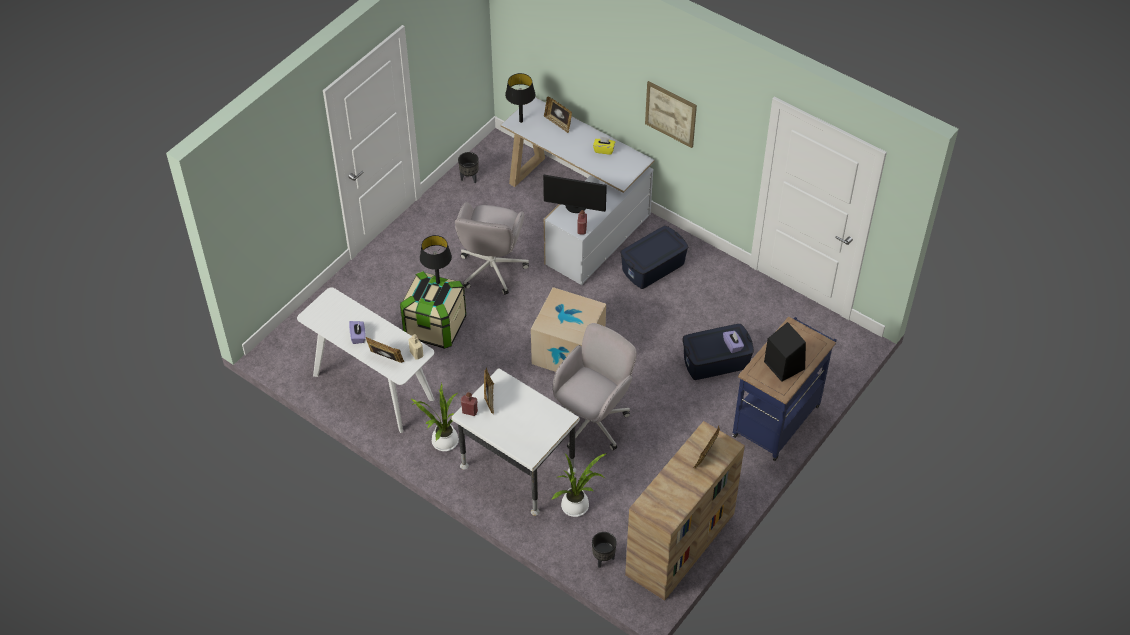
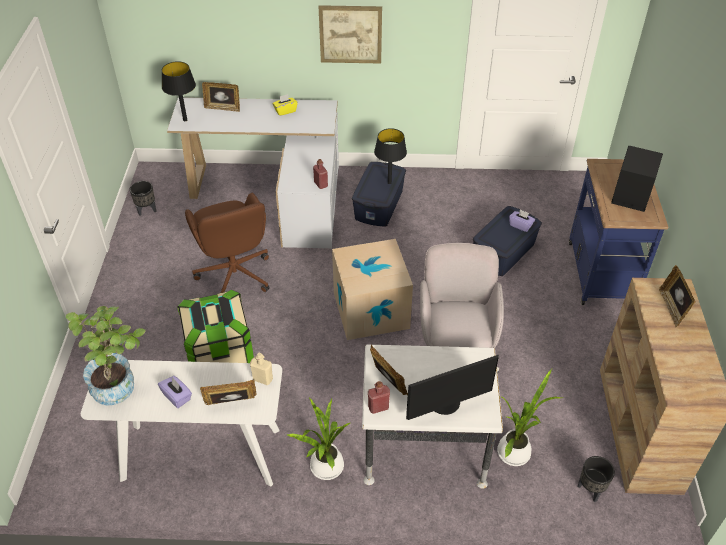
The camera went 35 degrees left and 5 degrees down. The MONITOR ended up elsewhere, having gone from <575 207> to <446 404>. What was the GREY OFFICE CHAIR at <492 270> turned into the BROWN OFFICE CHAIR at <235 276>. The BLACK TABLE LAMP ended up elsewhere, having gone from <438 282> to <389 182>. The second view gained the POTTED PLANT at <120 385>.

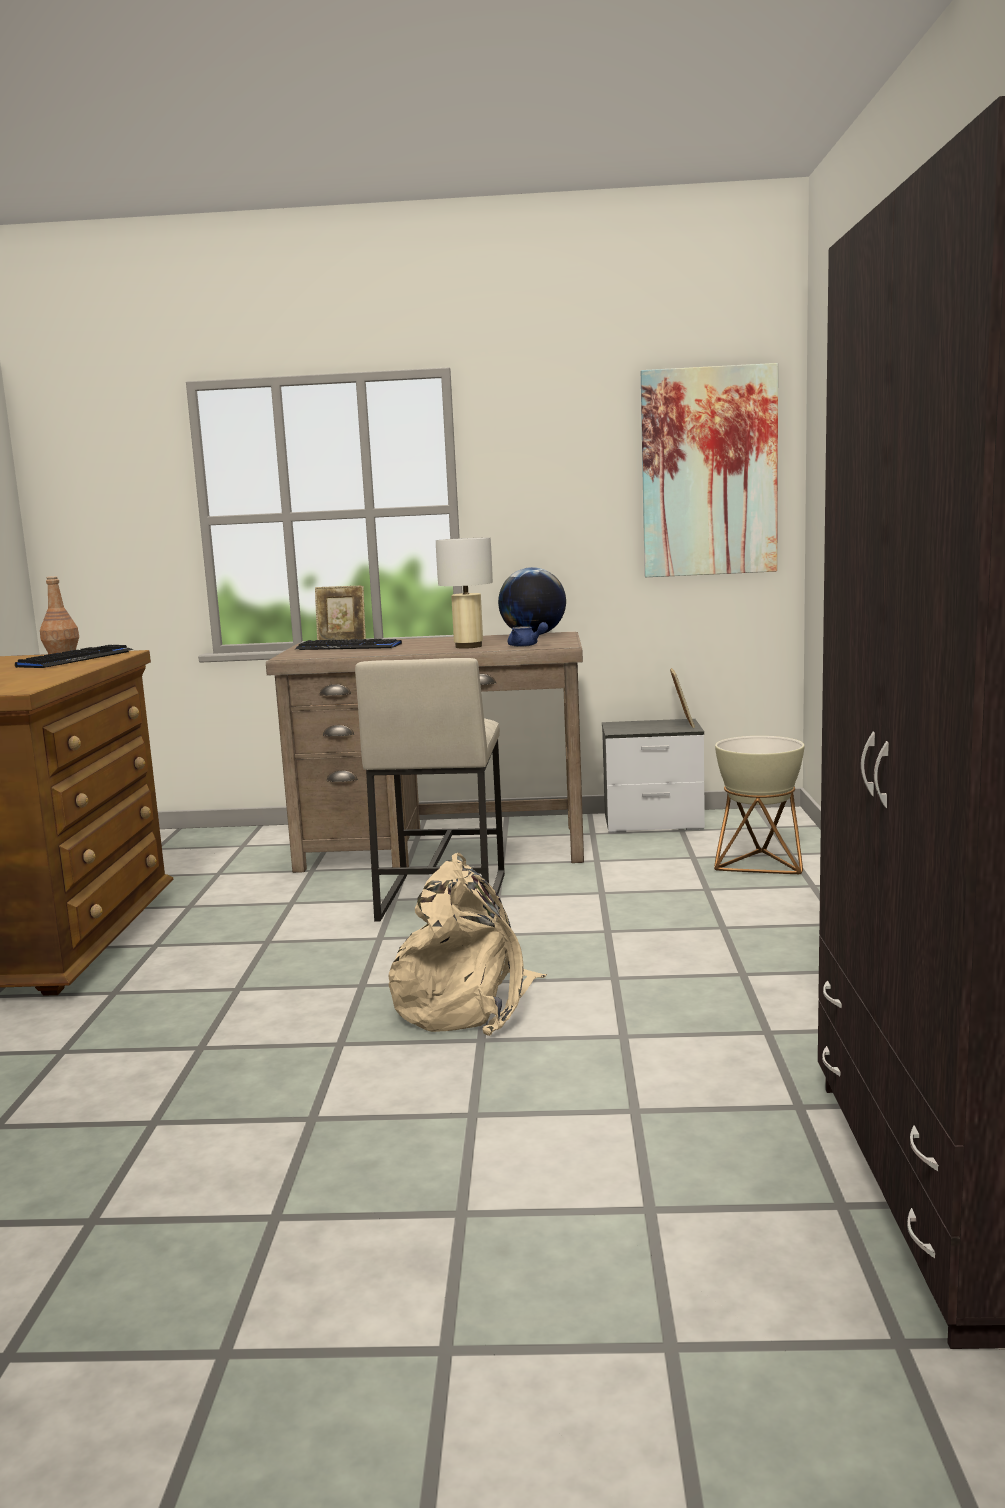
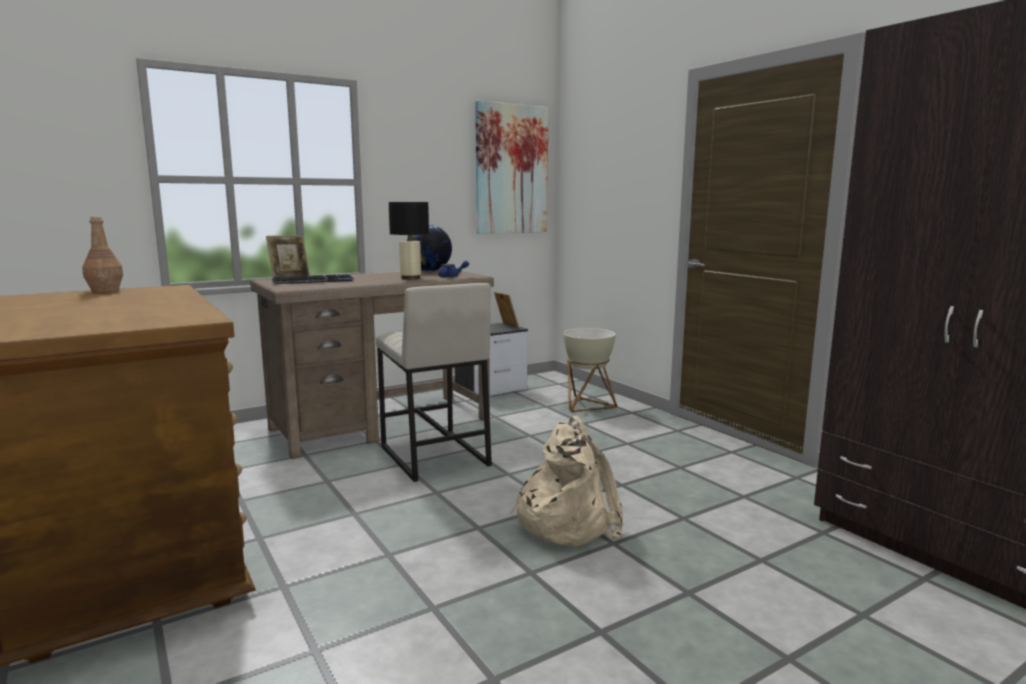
The camera went 35 degrees left and 0 degrees up. What was the WHITE TABLE LAMP at <468 646> turned into the BLACK TABLE LAMP at <410 278>. The second view lost the KEYBOARD at <76 659>.

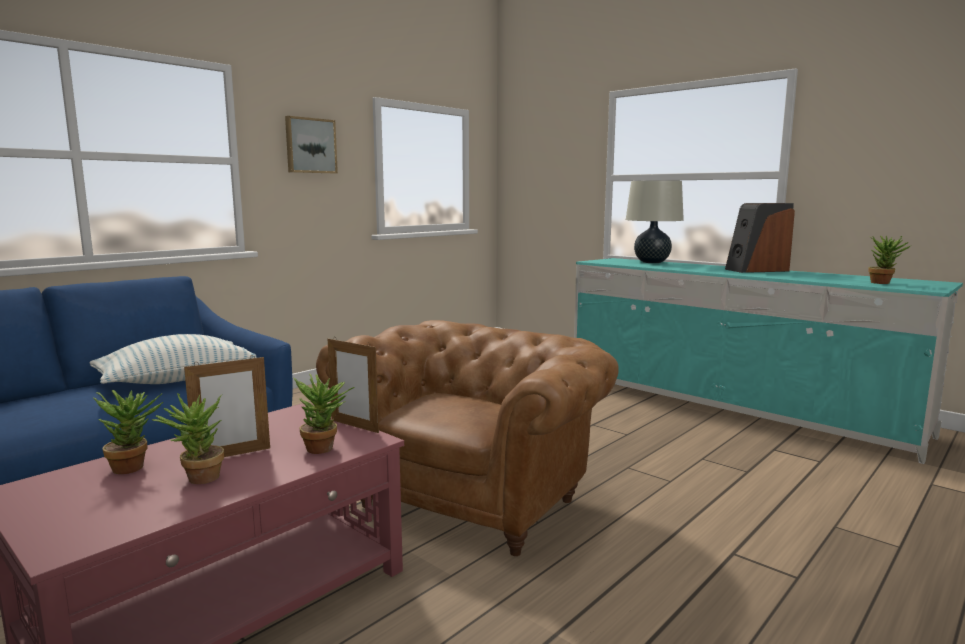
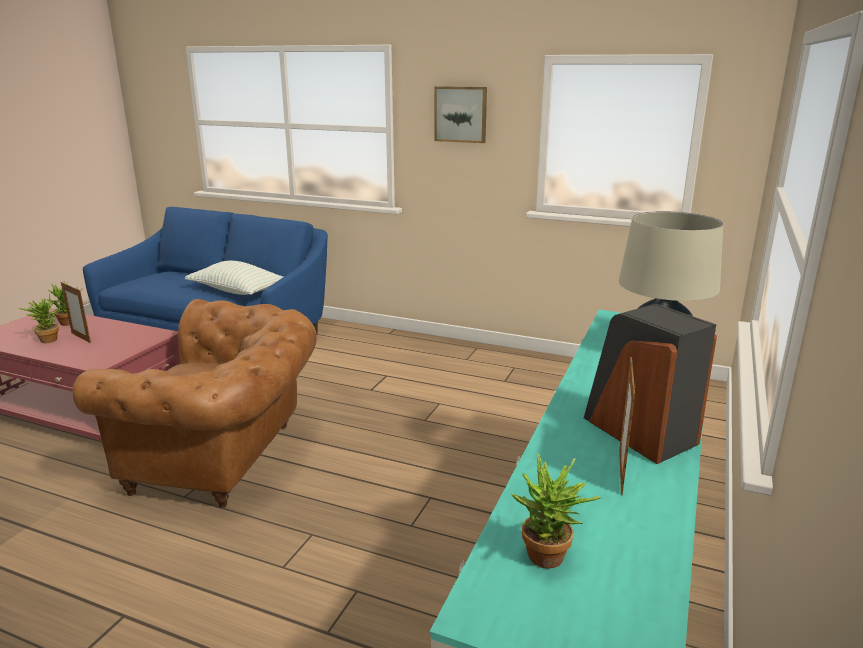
The camera went 70 degrees right and 10 degrees up. The PICTURE FRAME ended up elsewhere, having gone from <354 426> to <620 471>. The second view lost the POTTED PLANT at <325 449>.

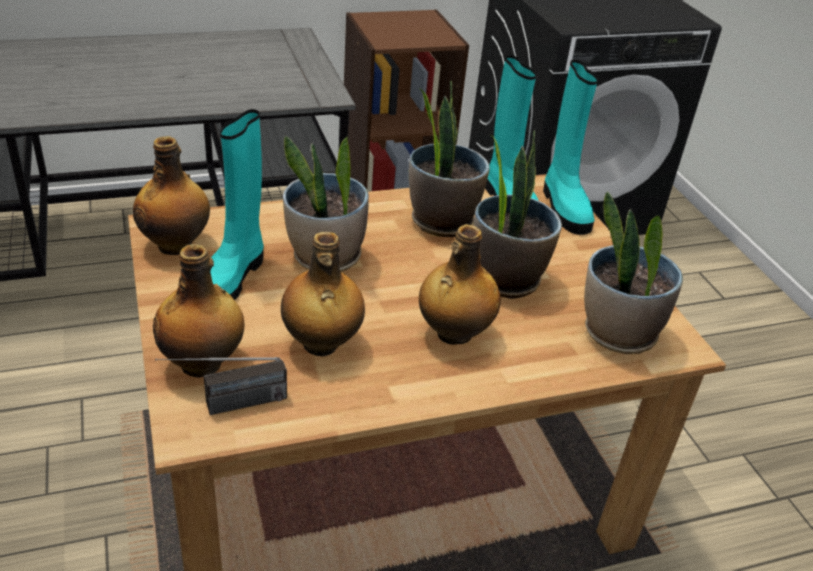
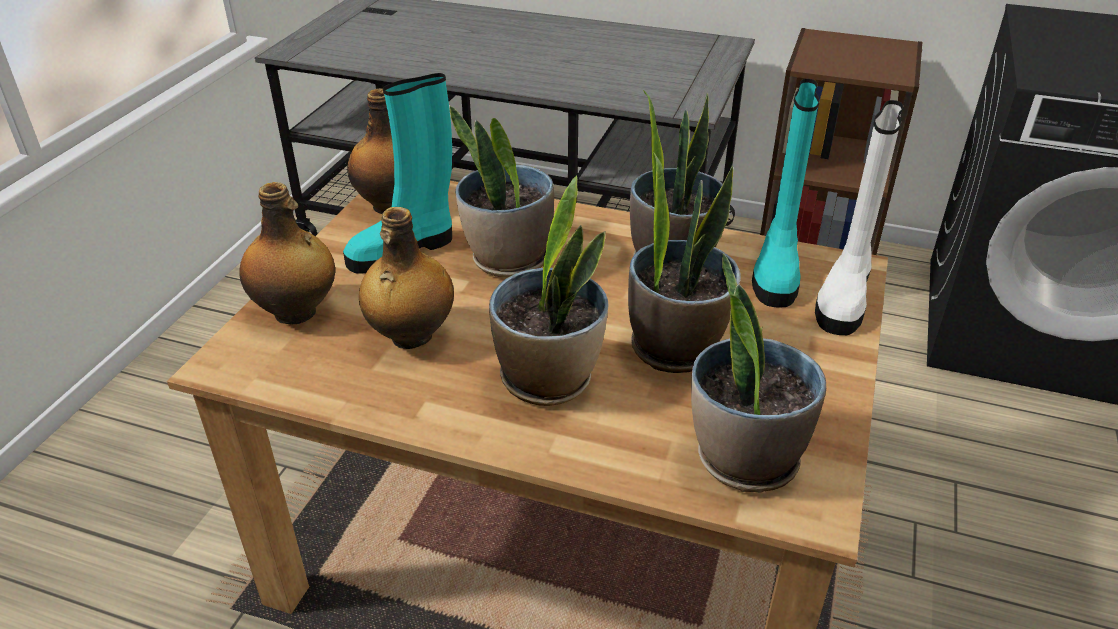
The camera went 40 degrees right and 0 degrees up. What was the TURQUOISE BOOT at <563 207> turned into the WHITE BOOT at <844 296>. Where the BOTTLE stood at <453 334>, the POTTED PLANT came to stand at <549 379>. The second view lost the RADIO at <226 406>.

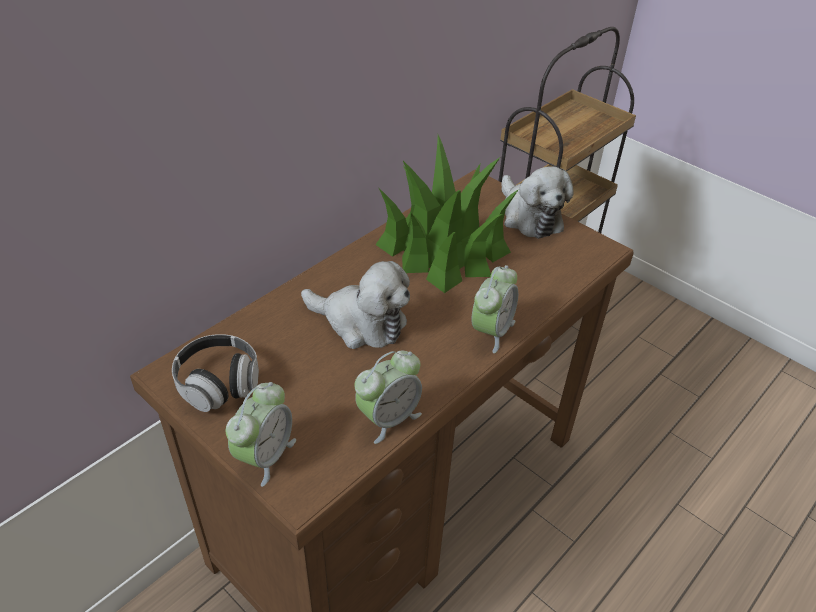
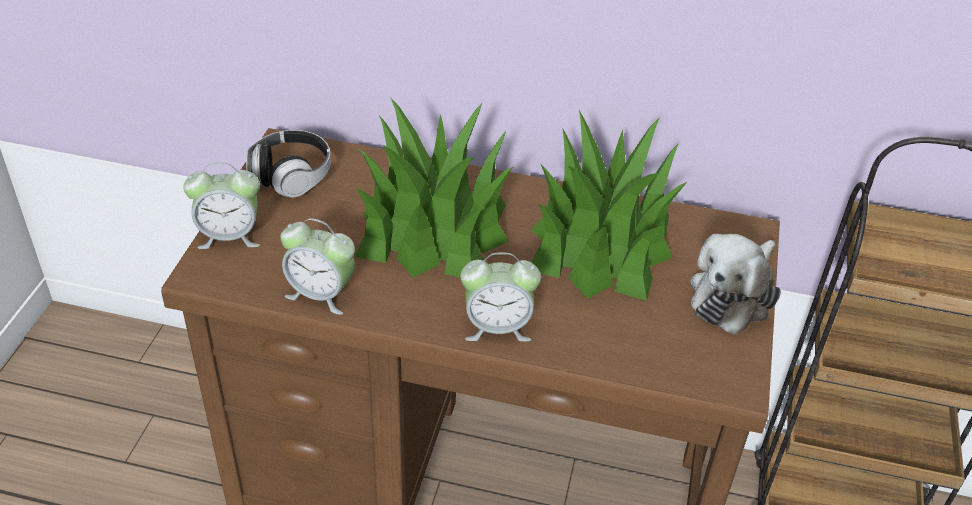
The camera went 60 degrees right and 0 degrees up. Where the PLUSH TOY stood at <361 322>, the POTTED PLANT came to stand at <432 229>.

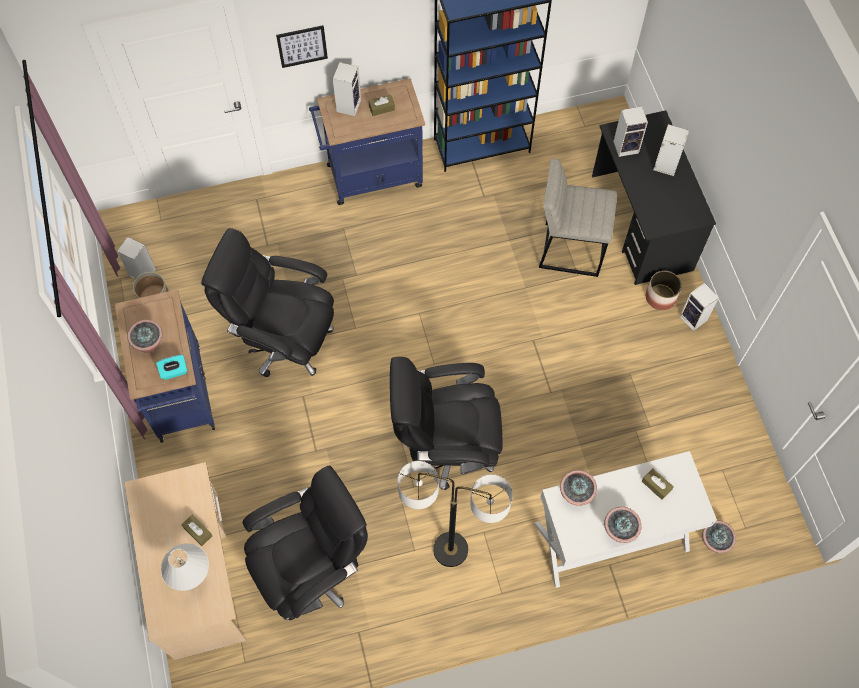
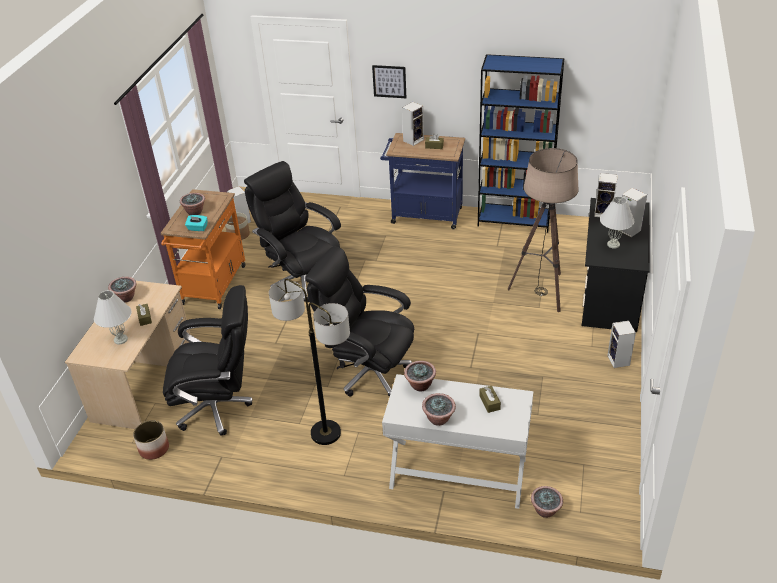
The camera went 30 degrees right and 25 degrees down. Where the GREY CHAIR stood at <569 249>, the FLOOR LAMP came to stand at <542 291>. The PLANTER ended up elsewhere, having gone from <660 297> to <154 449>. What was the BLUE CART at <181 396> turned into the ORANGE CART at <213 286>. The second view gained the WHITE TABLE LAMP at <613 244>. The second view gained the POTTED PLANT at <126 297>.

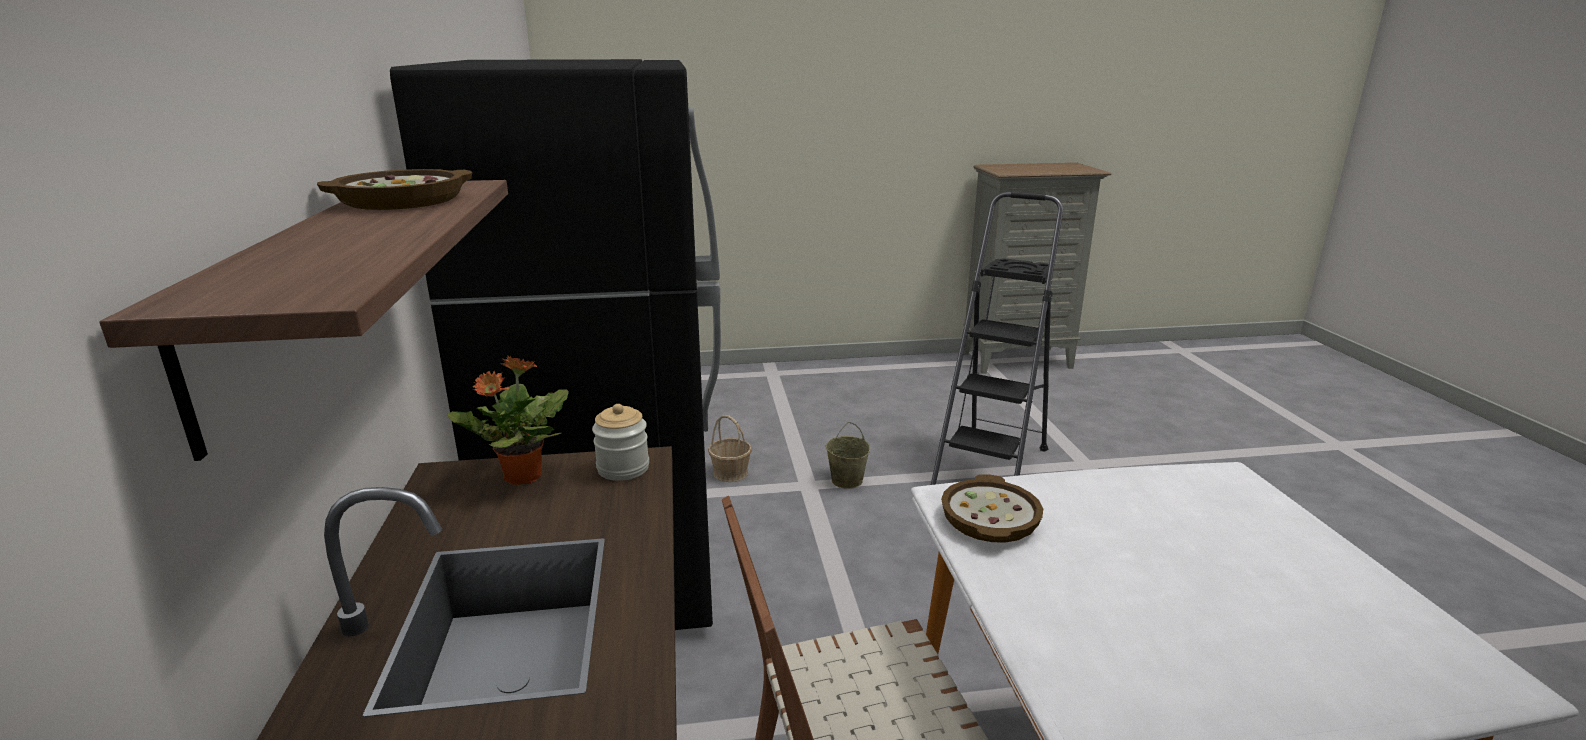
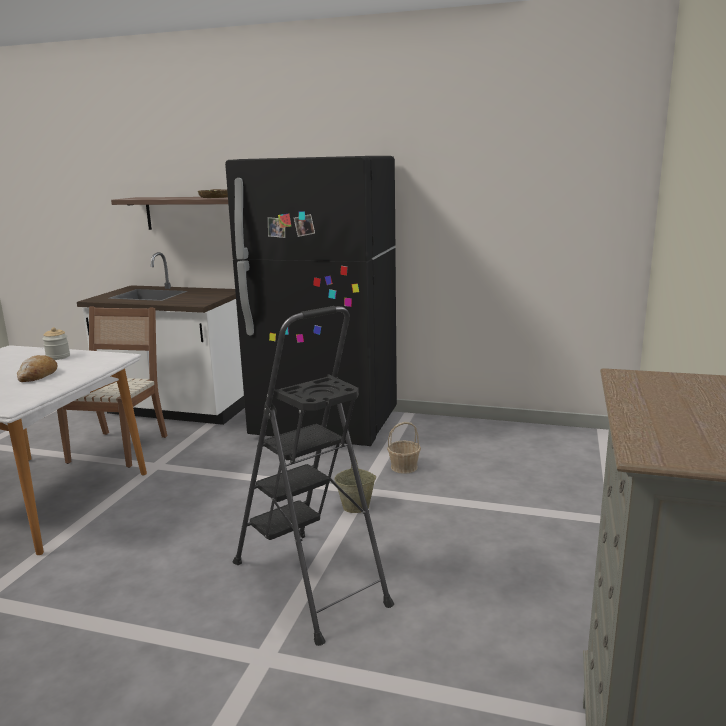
The camera went 115 degrees right and 5 degrees down. The second view lost the POTTED PLANT at <521 477>. The JAR ended up elsewhere, having gone from <623 468> to <58 357>. The second view lost the BOWL at <991 520>. The second view gained the BREAD at <37 375>.

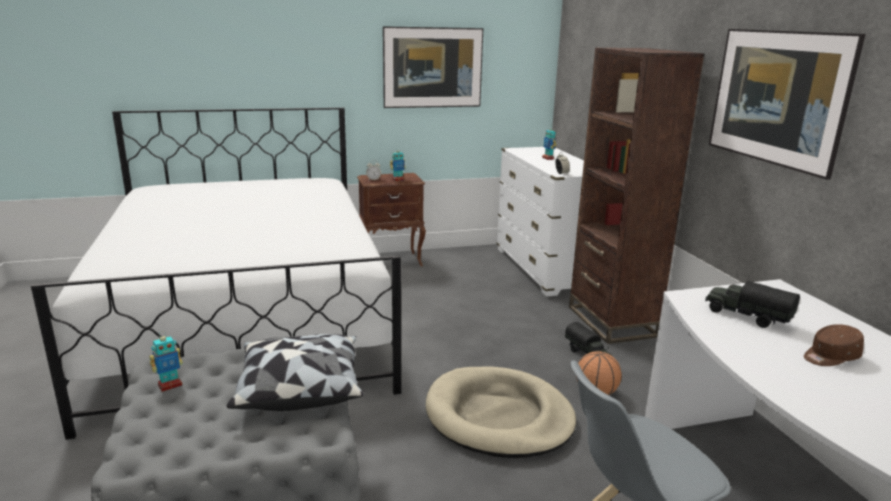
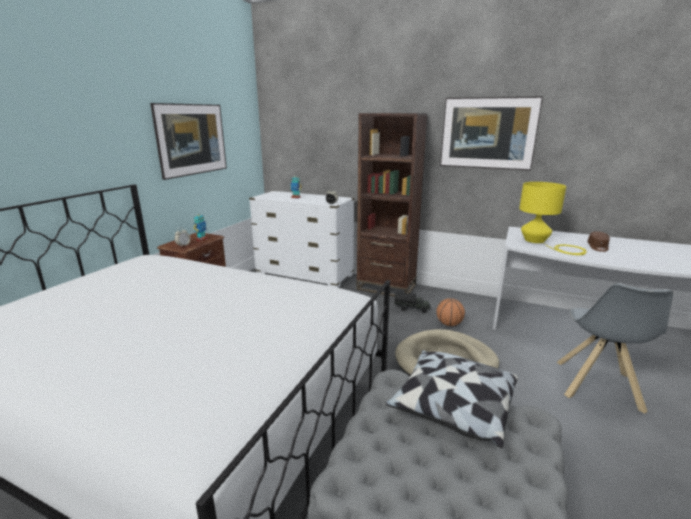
The camera went 50 degrees left and 0 degrees up. Where the TOY TRUCK stood at <746 316>, the YELLOW TABLE LAMP came to stand at <547 244>. The second view lost the TOY ROBOT at <170 385>.

